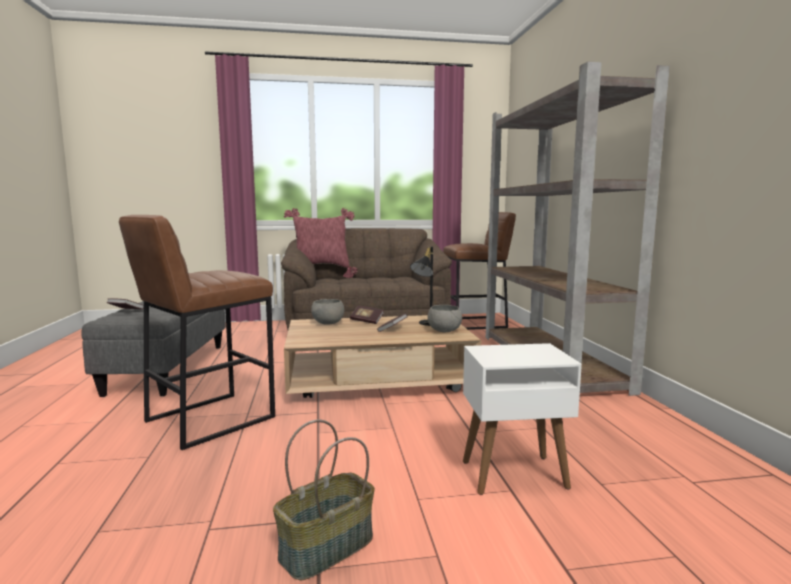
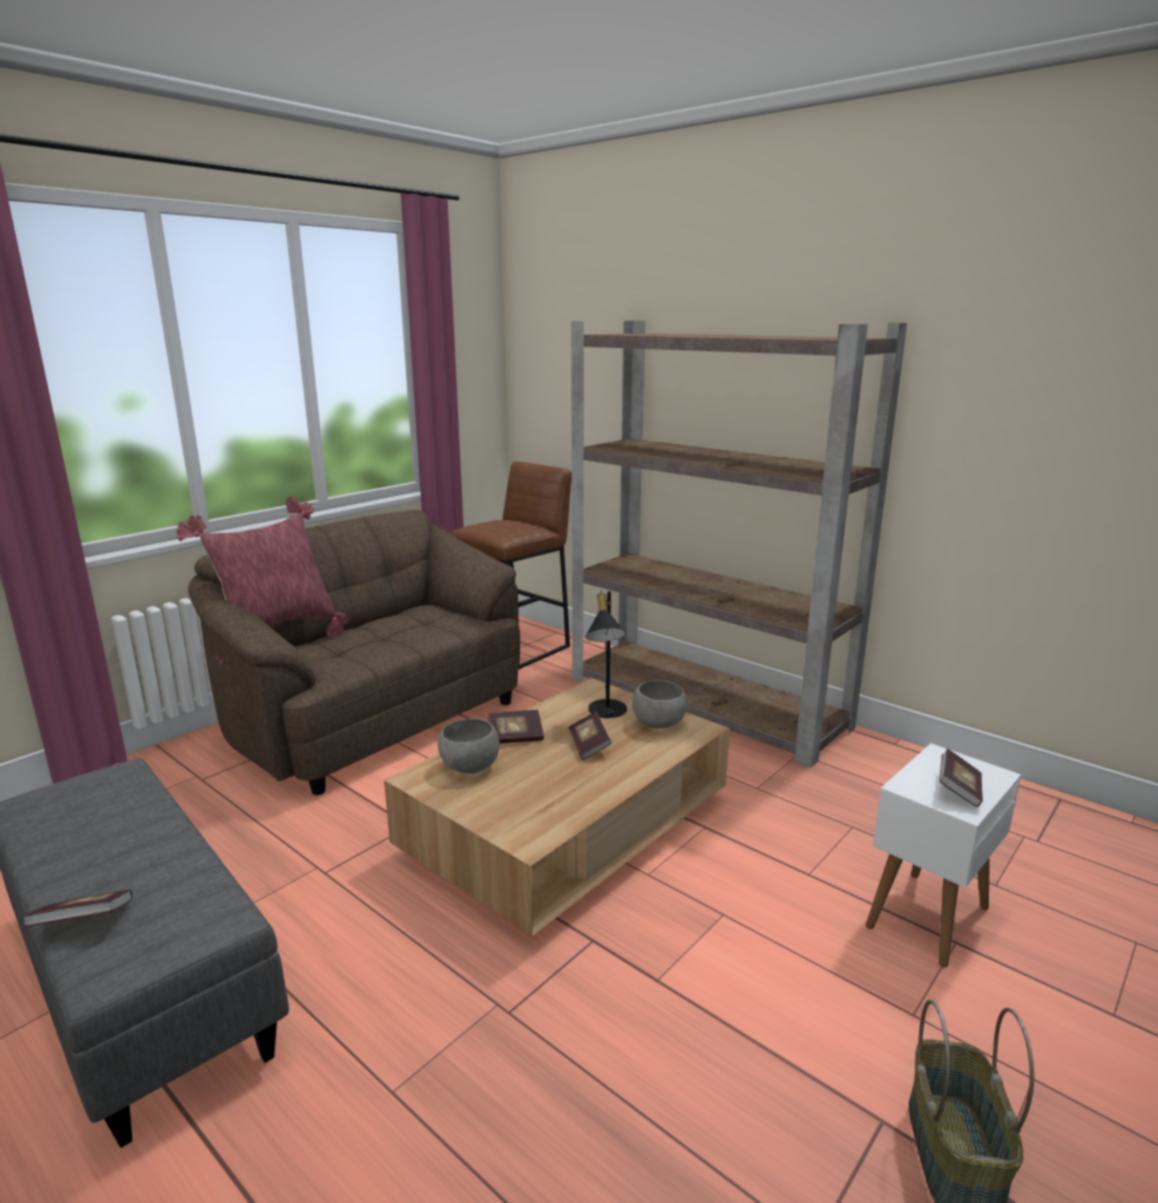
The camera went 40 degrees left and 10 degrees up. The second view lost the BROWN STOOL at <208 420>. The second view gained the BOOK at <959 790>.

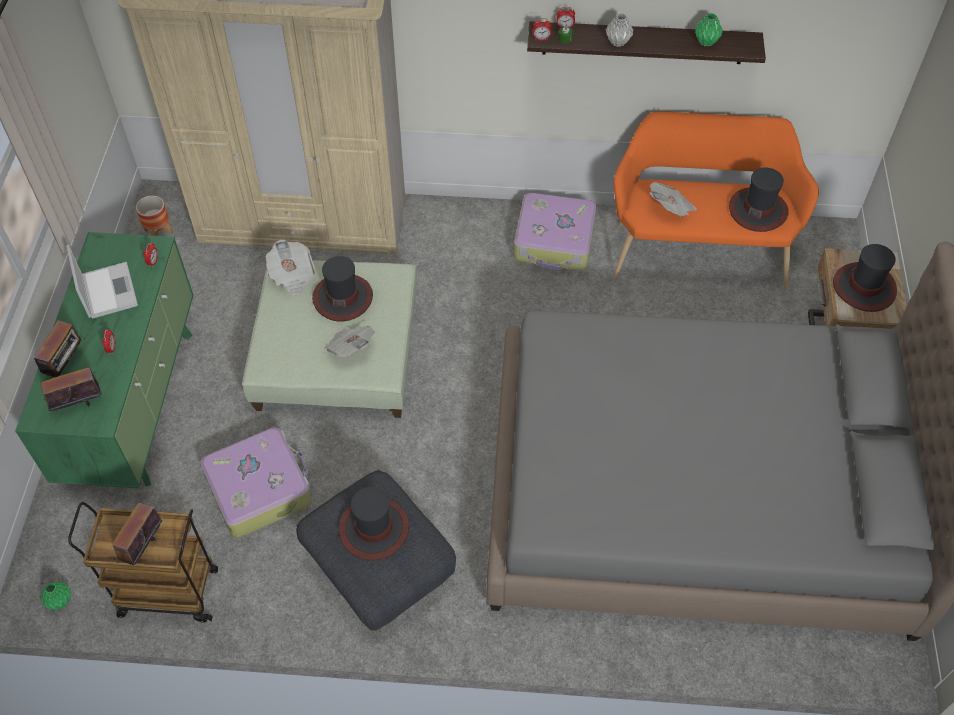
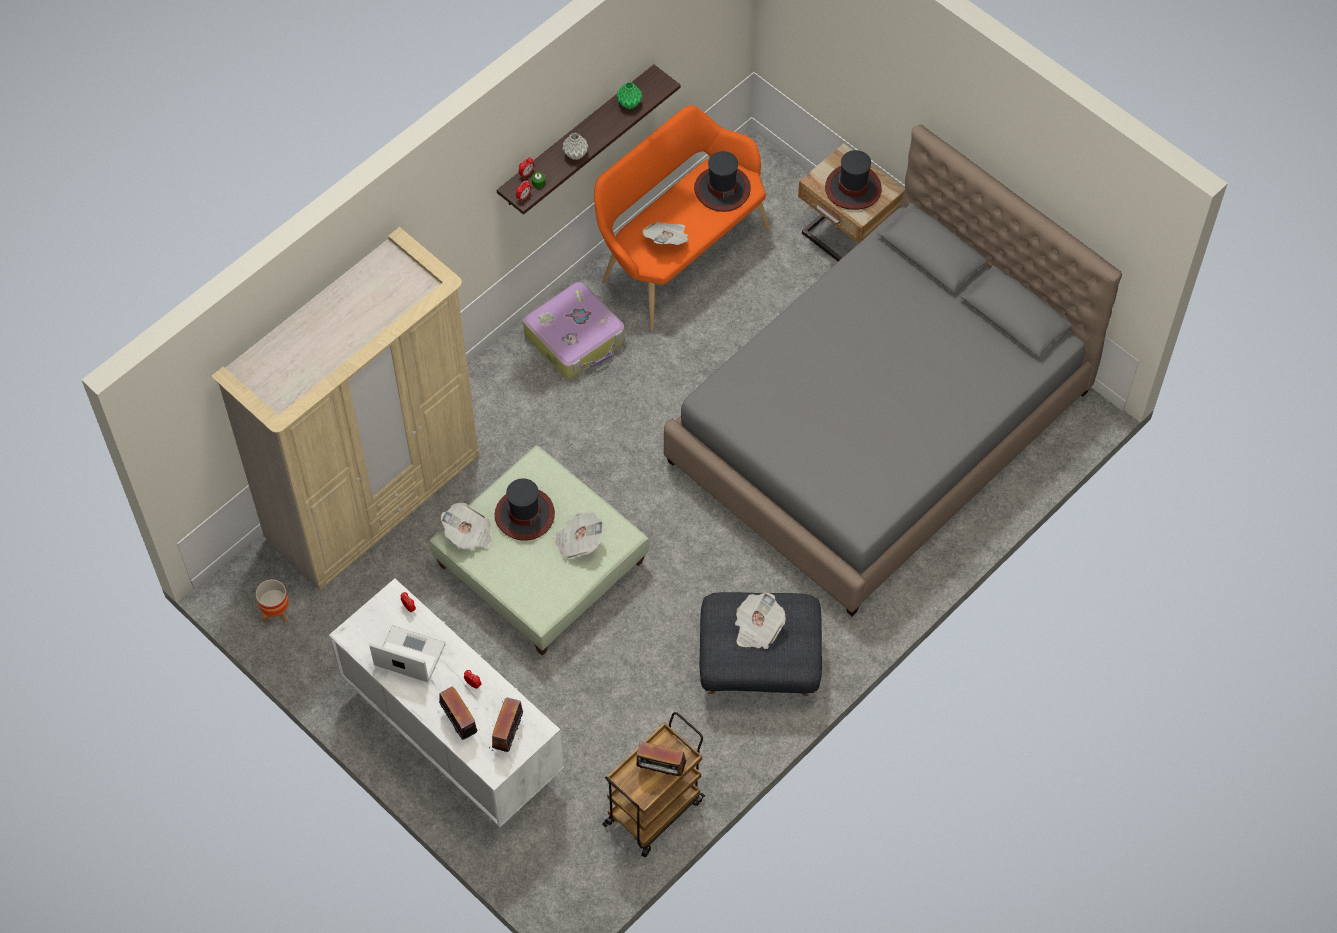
The camera went 50 degrees left and 5 degrees up. What was the GREEN DRESSER at <134 404> turned into the WHITE DRESSER at <453 737>. The second view lost the SUITCASE at <260 488>. Where the HAT stood at <374 529>, the NEWSPAPER came to stand at <757 628>. The RADIO at <143 547> ended up facing another way, 45 degrees counterclockwise from before. The second view lost the GREEN VASE at <60 601>.

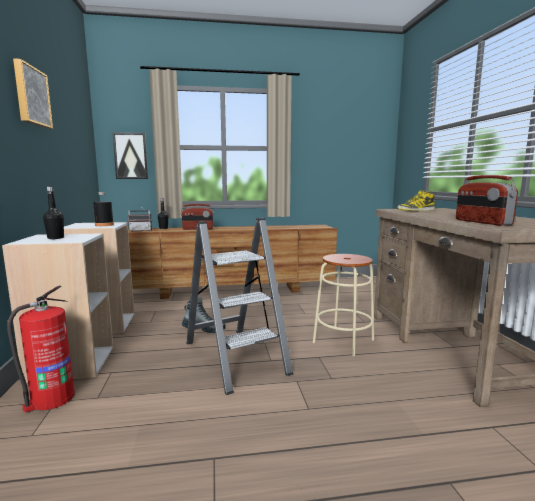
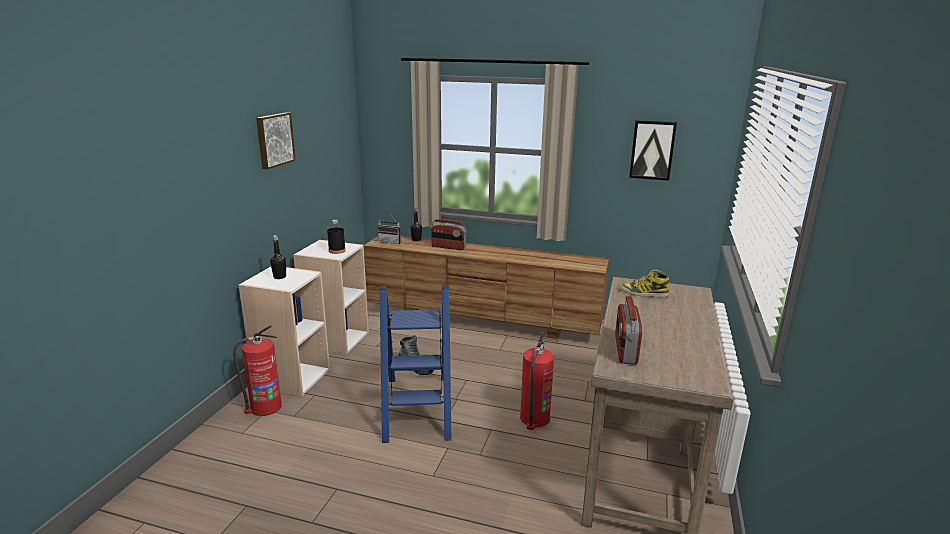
The camera went 25 degrees right and 10 degrees up. The PICTURE ended up elsewhere, having gone from <131 156> to <652 150>. What was the GREY STEP LADDER at <234 356> turned into the BLUE STEP LADDER at <418 406>. Where the BEIGE STOOL stood at <343 341>, the FIRE EXTINGUISHER came to stand at <534 418>.

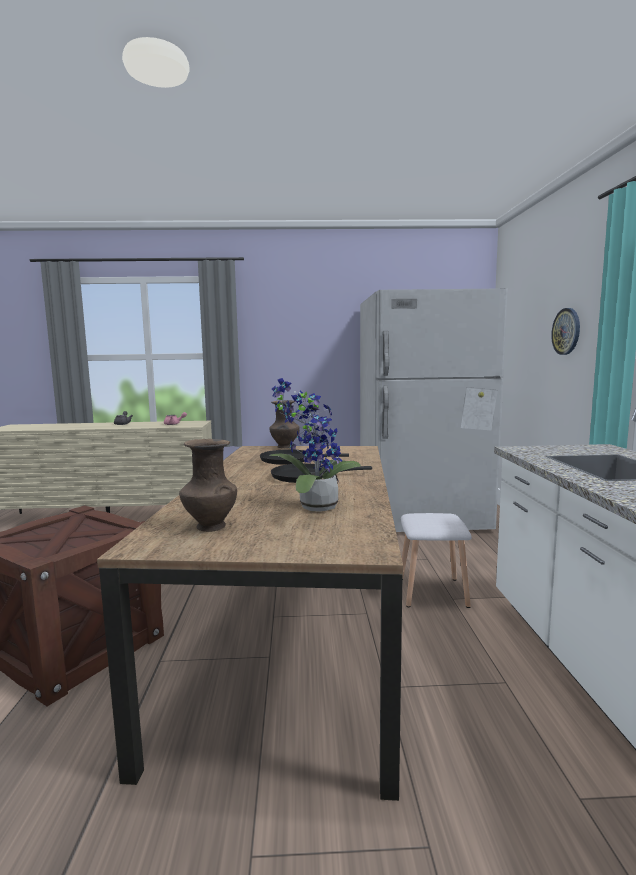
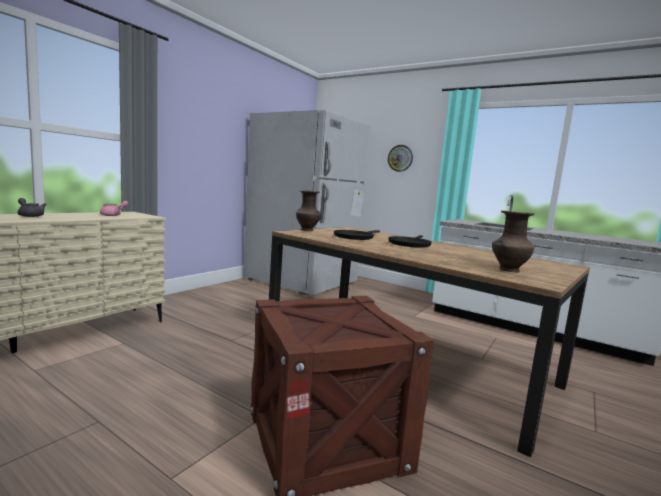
The camera went 55 degrees left and 0 degrees up. The second view lost the POTTED PLANT at <313 507>. The second view lost the WHITE STOOL at <433 593>.

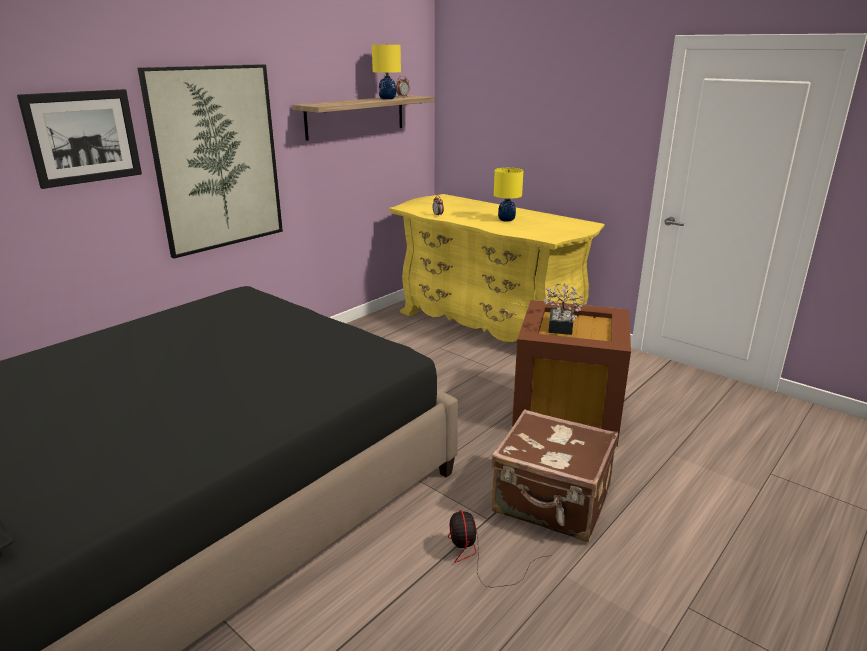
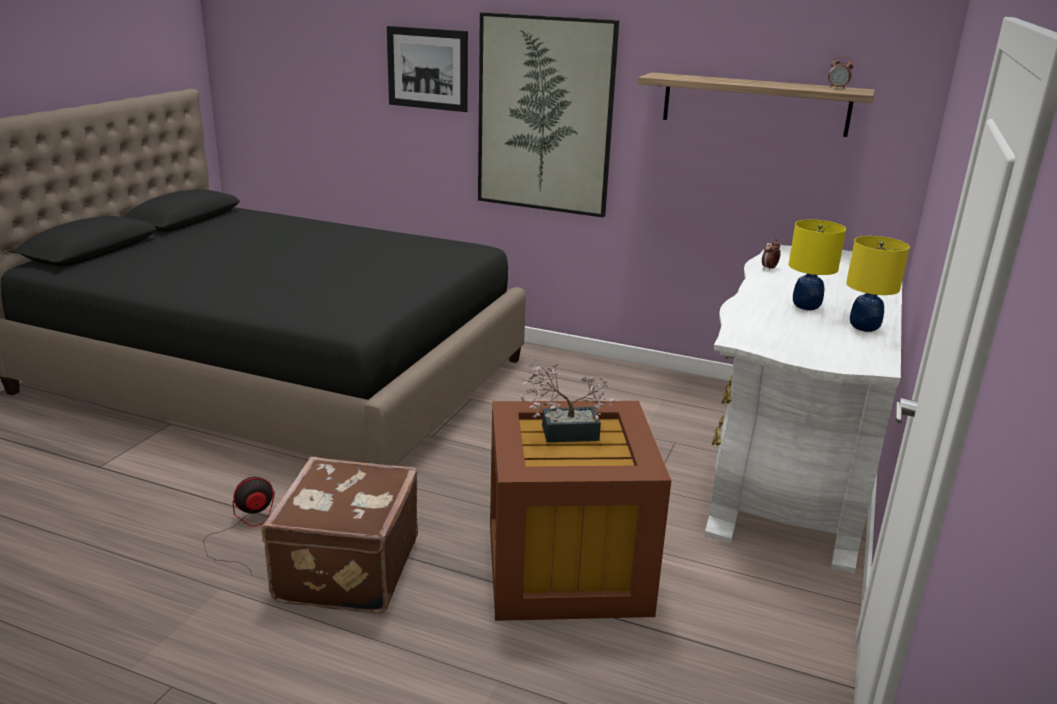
The camera went 70 degrees right and 0 degrees up. The YELLOW TABLE LAMP ended up elsewhere, having gone from <387 98> to <864 328>. What was the YELLOW DRESSER at <487 325> turned into the WHITE DRESSER at <788 469>.

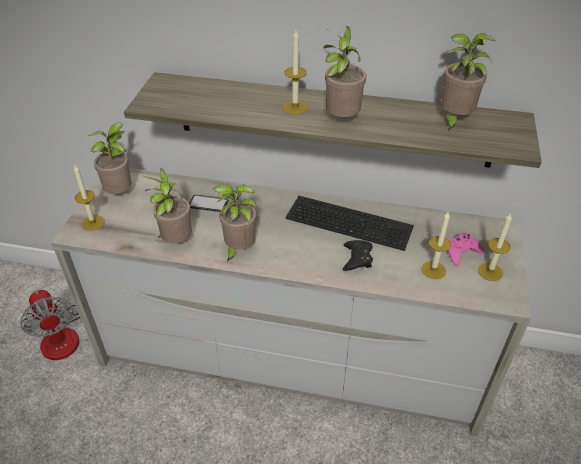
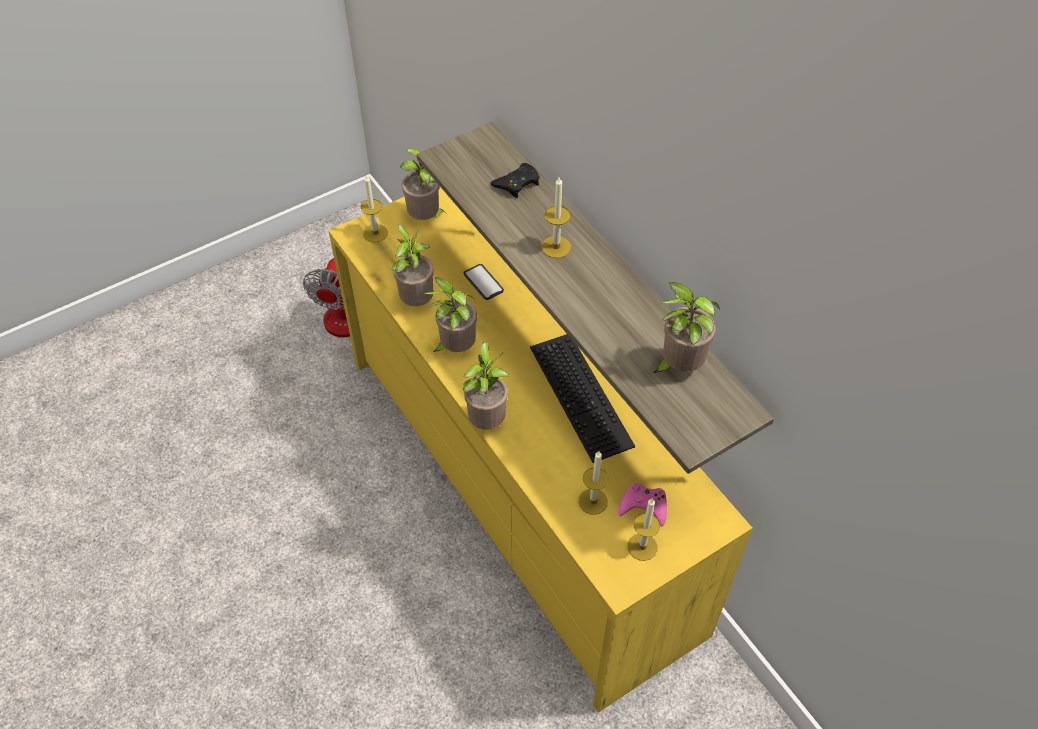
The camera went 45 degrees right and 10 degrees up. The POTTED PLANT ended up elsewhere, having gone from <340 120> to <487 420>. What was the WHITE DRESSER at <291 353> turned into the YELLOW DRESSER at <521 489>. The BLACK GAME CONTROLLER ended up elsewhere, having gone from <357 258> to <517 183>.

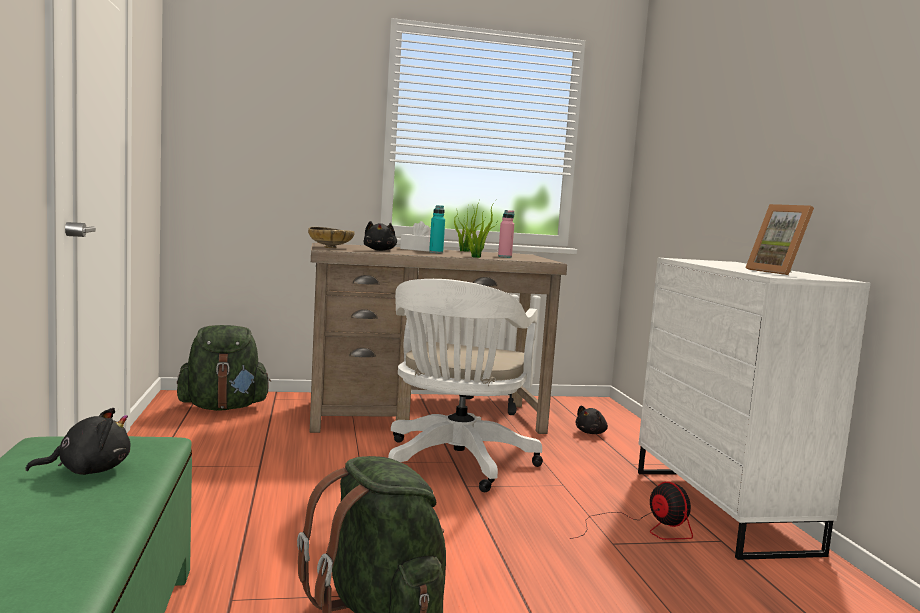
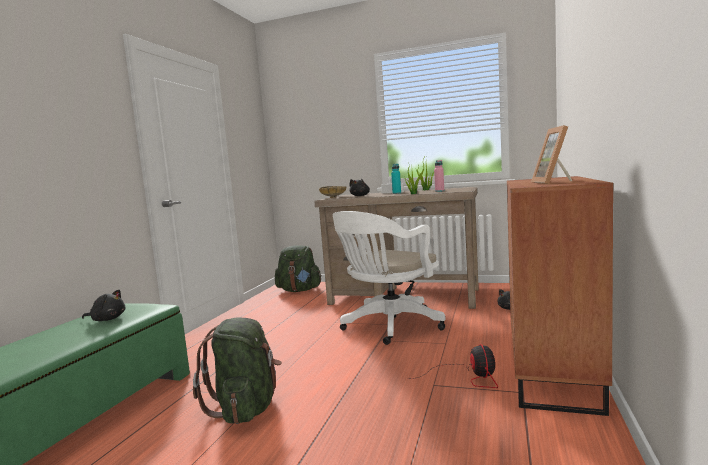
The camera went 30 degrees right and 0 degrees up. What was the WHITE DRESSER at <723 510> turned into the BROWN DRESSER at <553 370>.

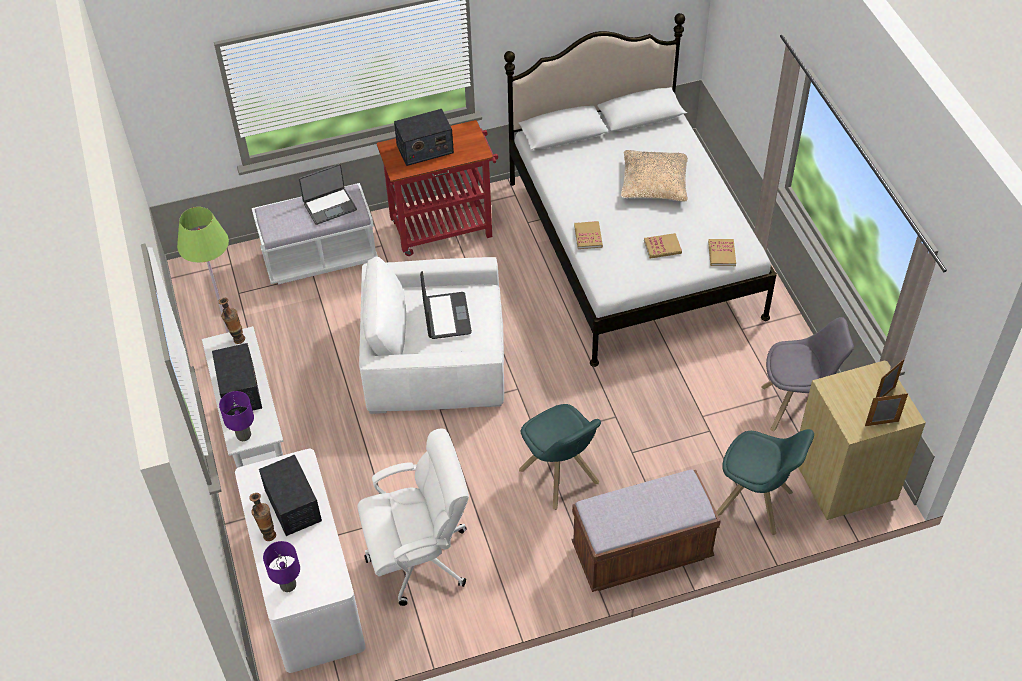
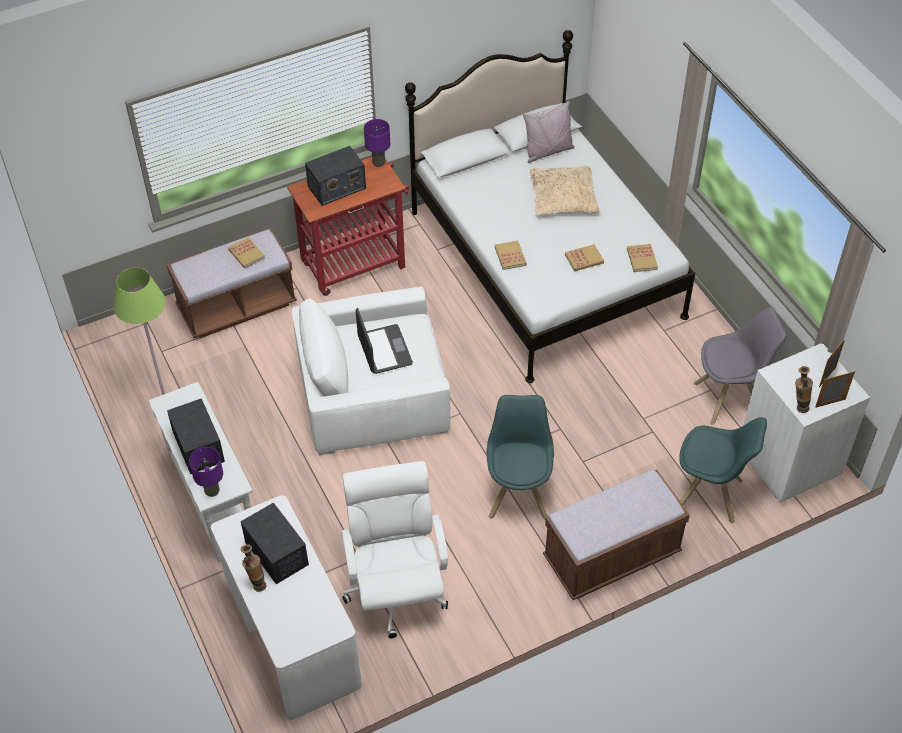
The camera went 10 degrees left and 0 degrees up. Where the LAPTOP stood at <330 206>, the BOOK came to stand at <246 254>. What was the WHITE BENCH at <320 257> turned into the BROWN BENCH at <237 306>. The VASE ended up elsewhere, having gone from <236 338> to <798 407>. What was the BROWN DRESSER at <842 482> turned into the WHITE DRESSER at <787 465>. The TURQUOISE CHAIR at <559 476> ended up facing another way, 135 degrees counterclockwise from before. The WHITE OFFICE CHAIR at <419 558> ended up facing another way, 75 degrees counterclockwise from before. The PURPLE TABLE LAMP ended up elsewhere, having gone from <288 585> to <378 162>. The second view gained the PURPLE PILLOW at <548 151>.

